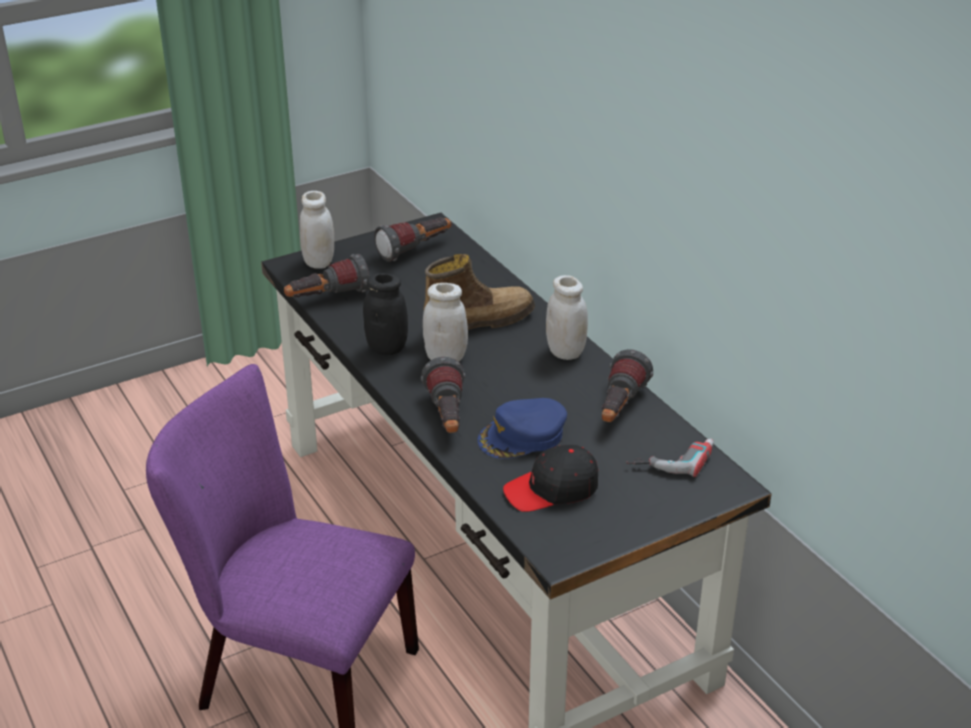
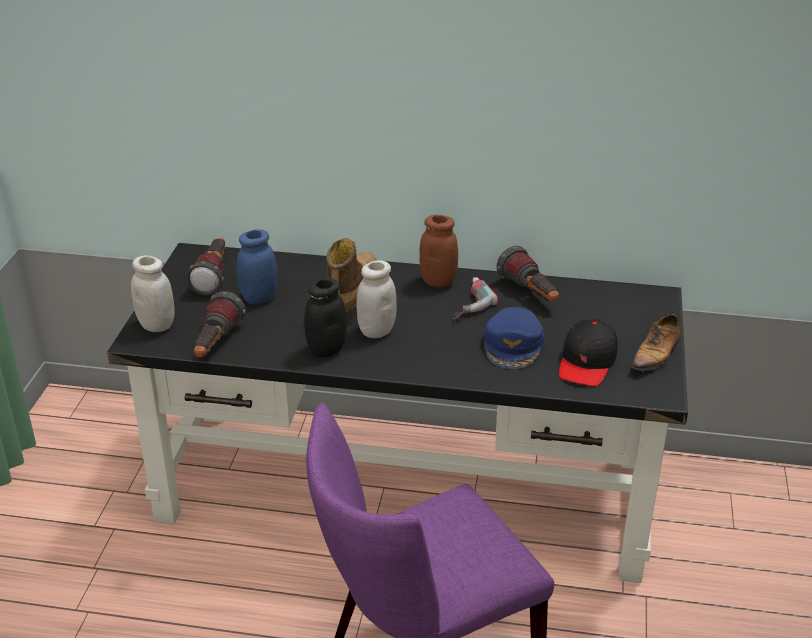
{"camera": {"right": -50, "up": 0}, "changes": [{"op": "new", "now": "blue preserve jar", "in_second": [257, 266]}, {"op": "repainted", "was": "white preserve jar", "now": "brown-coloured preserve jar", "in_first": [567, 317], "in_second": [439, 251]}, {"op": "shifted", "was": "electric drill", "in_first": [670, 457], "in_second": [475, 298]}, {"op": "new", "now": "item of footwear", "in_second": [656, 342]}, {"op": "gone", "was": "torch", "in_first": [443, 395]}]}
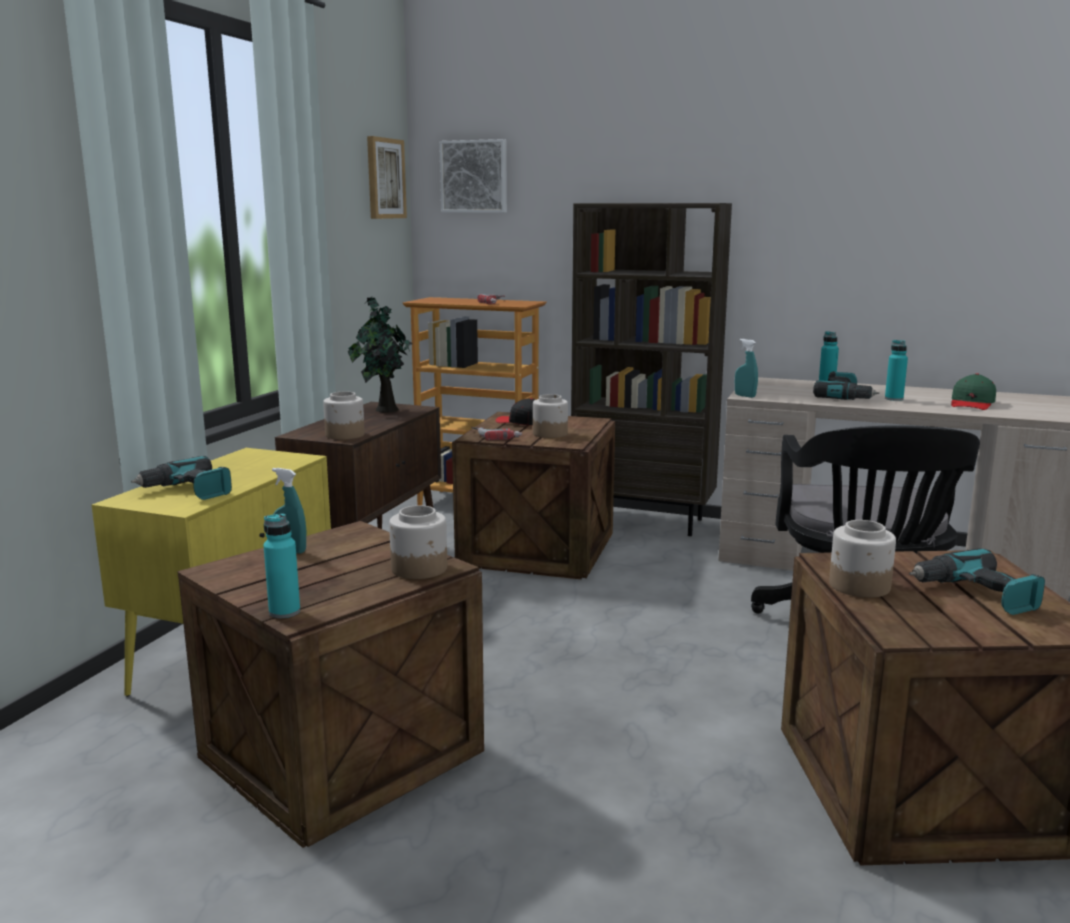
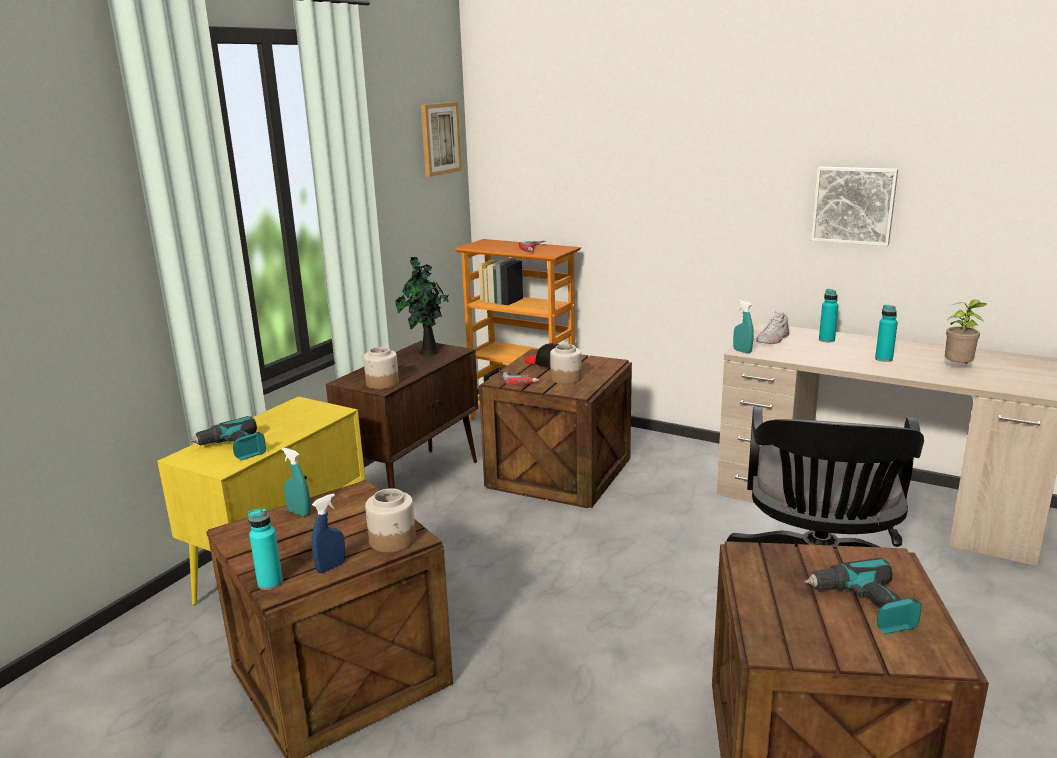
{"camera": {"right": 10, "up": 5}, "changes": [{"op": "new", "now": "blue spray bottle", "in_second": [328, 533]}, {"op": "new", "now": "white item of footwear", "in_second": [772, 328]}, {"op": "shifted", "was": "wall picture", "in_first": [473, 176], "in_second": [854, 206]}, {"op": "swapped", "was": "green-coloured baseball cap", "now": "houseplant", "in_first": [973, 391], "in_second": [966, 332]}, {"op": "gone", "was": "brown-coloured shelving unit", "in_first": [651, 369]}, {"op": "gone", "was": "electric drill", "in_first": [846, 385]}, {"op": "gone", "was": "preserve jar", "in_first": [862, 559]}]}
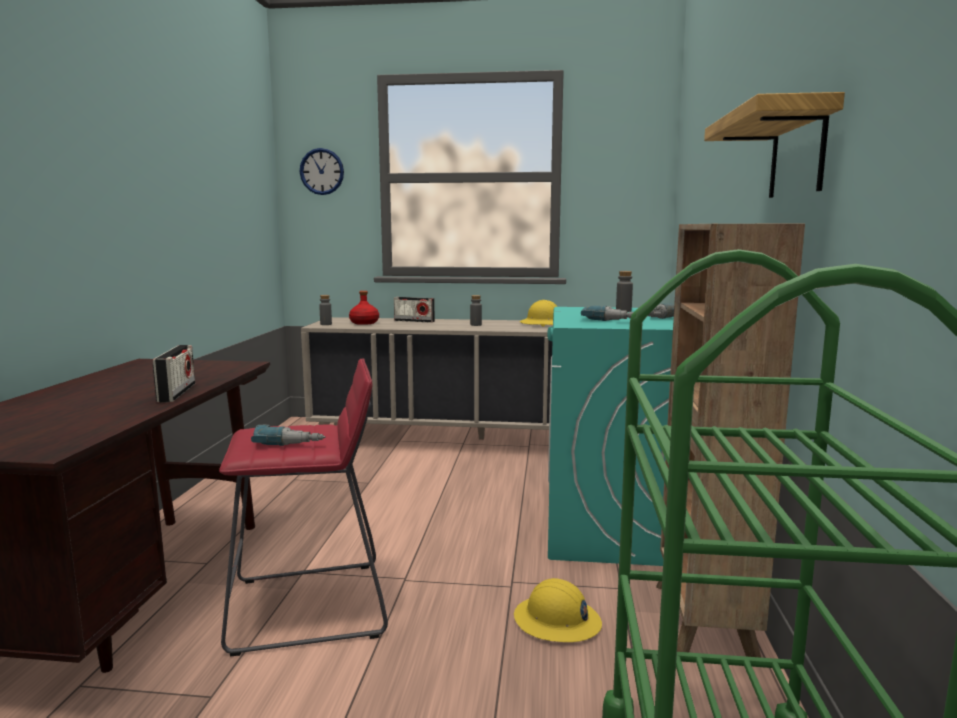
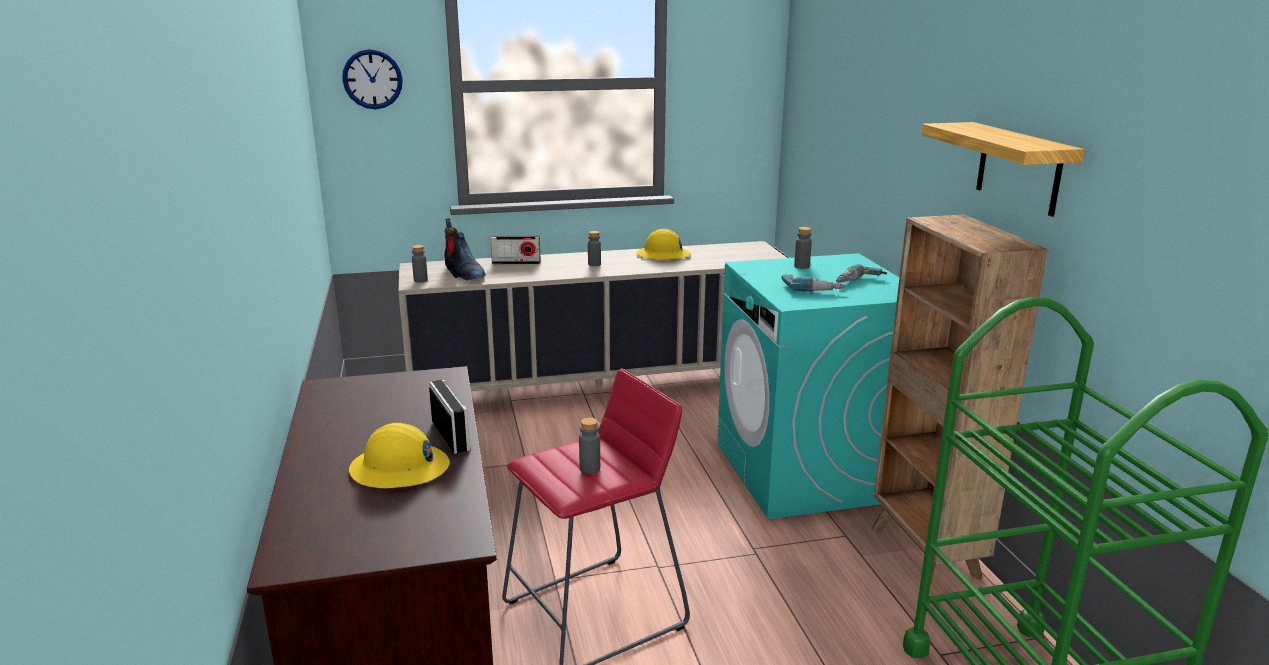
{"camera": {"right": -20, "up": 10}, "changes": [{"op": "shifted", "was": "yellow-coloured hard hat", "in_first": [558, 610], "in_second": [399, 455]}, {"op": "swapped", "was": "reddish bottle", "now": "tall boot", "in_first": [364, 308], "in_second": [465, 249]}, {"op": "swapped", "was": "electric drill", "now": "gray bottle", "in_first": [288, 435], "in_second": [589, 446]}]}
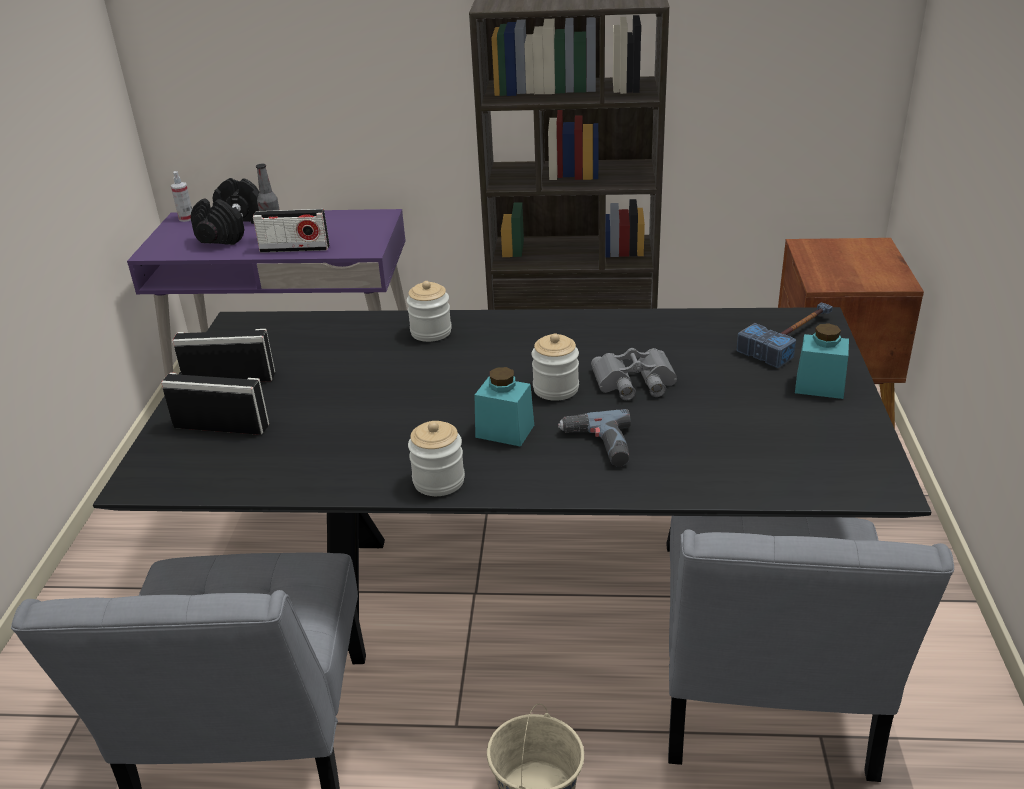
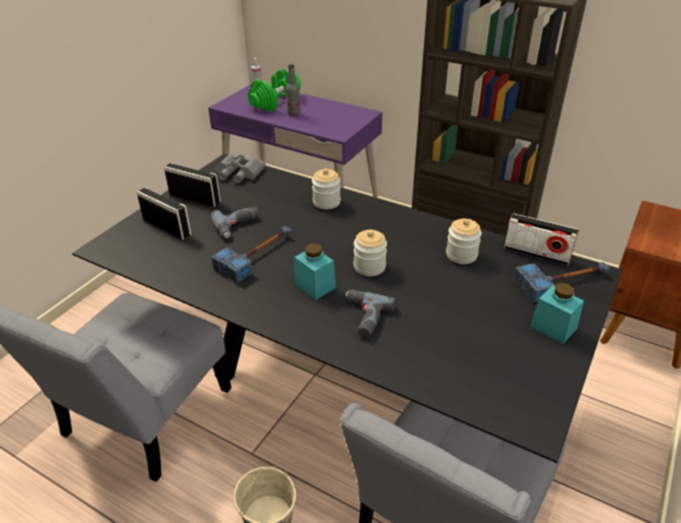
{"camera": {"right": 25, "up": 5}, "changes": [{"op": "new", "now": "electric drill", "in_second": [235, 222]}, {"op": "new", "now": "hand hammer", "in_second": [252, 254]}, {"op": "shifted", "was": "gray binoculars", "in_first": [634, 374], "in_second": [240, 168]}, {"op": "repainted", "was": "black-coloured dumbbell", "now": "green-coloured dumbbell", "in_first": [225, 211], "in_second": [274, 90]}, {"op": "shifted", "was": "preserve jar", "in_first": [436, 458], "in_second": [464, 241]}, {"op": "shifted", "was": "radio", "in_first": [291, 231], "in_second": [541, 239]}]}
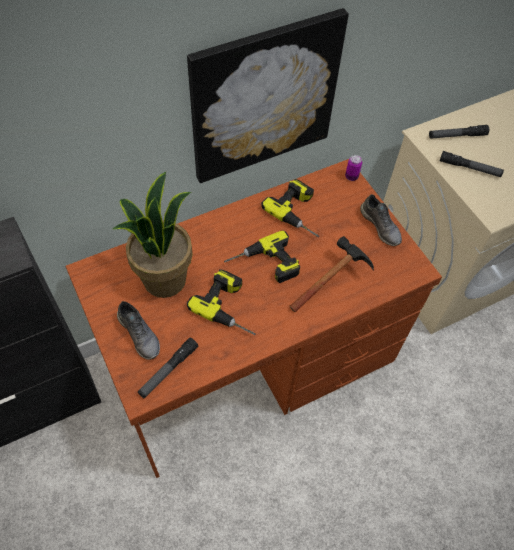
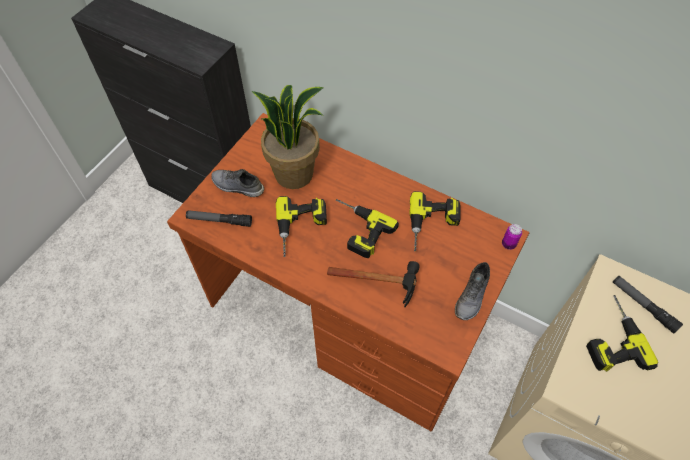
{"camera": {"right": 60, "up": 0}, "changes": [{"op": "rotated", "was": "gray item of footwear", "in_first": [138, 330], "in_second": [237, 183], "clockwise": 90}, {"op": "swapped", "was": "torch", "now": "electric drill", "in_first": [472, 164], "in_second": [622, 333]}, {"op": "gone", "was": "wall picture", "in_first": [268, 95]}]}
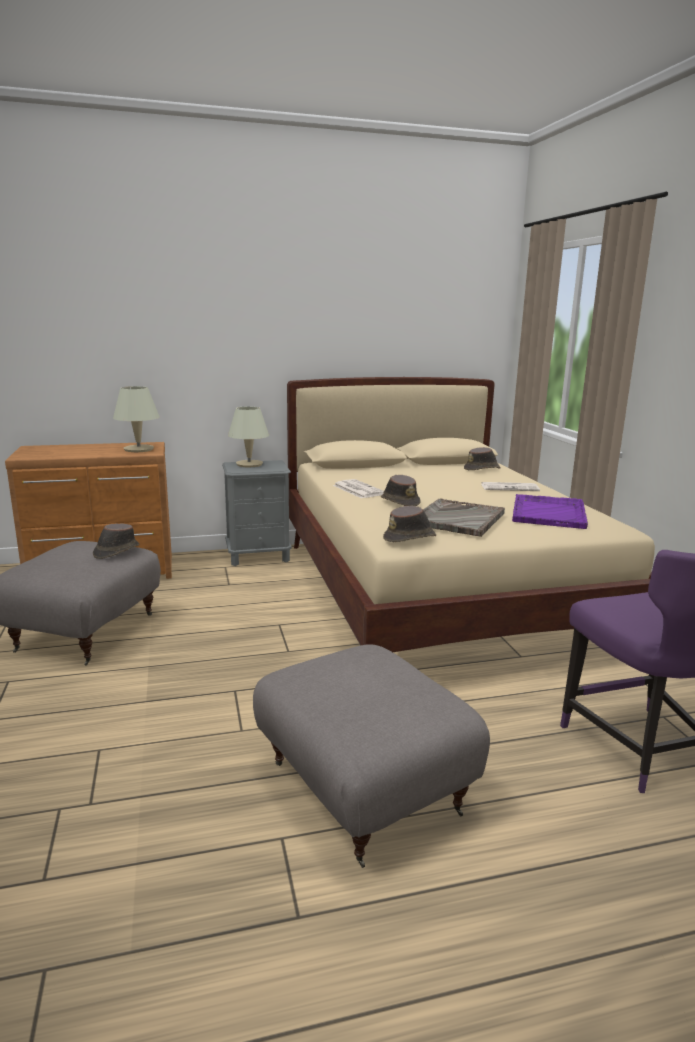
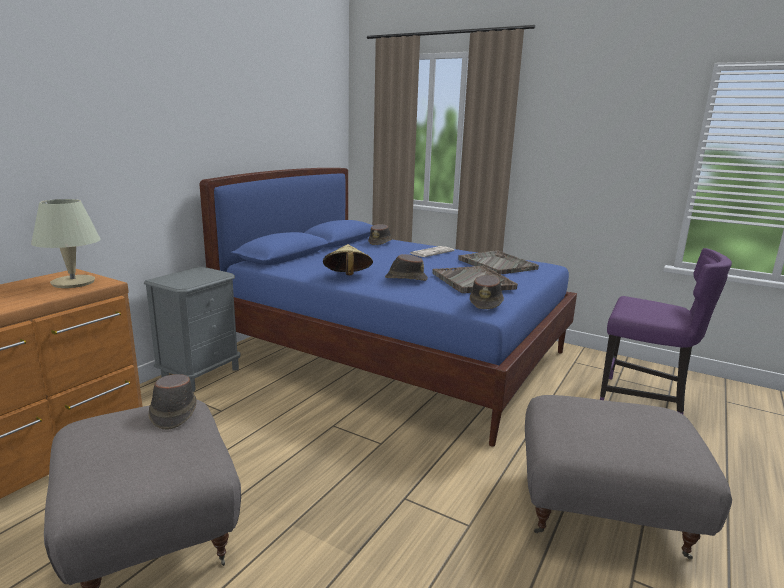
{"camera": {"right": -45, "up": 0}, "changes": [{"op": "repainted", "was": "beige bed", "now": "blue bed", "in_first": [471, 514], "in_second": [388, 307]}, {"op": "swapped", "was": "newspaper", "now": "beige wearable hat", "in_first": [358, 488], "in_second": [348, 259]}, {"op": "repainted", "was": "purplish serving tray", "now": "gray serving tray", "in_first": [550, 511], "in_second": [498, 262]}, {"op": "gone", "was": "beige tabletop lamp", "in_first": [248, 437]}]}
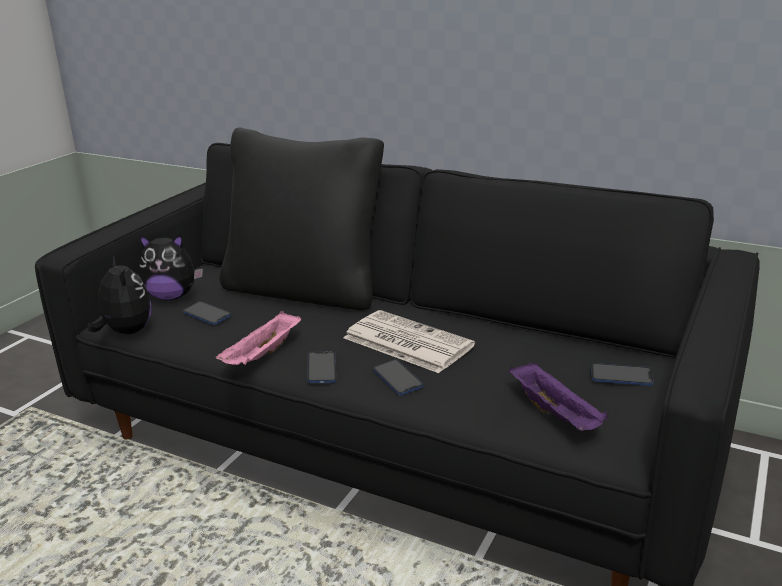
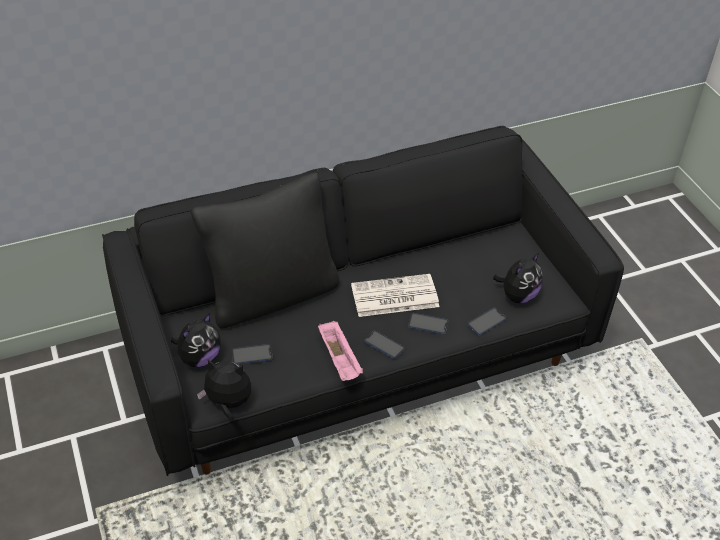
{"camera": {"right": -50, "up": 20}, "changes": [{"op": "shifted", "was": "phone", "in_first": [622, 374], "in_second": [487, 322]}, {"op": "swapped", "was": "purplish serving tray", "now": "plush toy", "in_first": [558, 397], "in_second": [518, 278]}]}
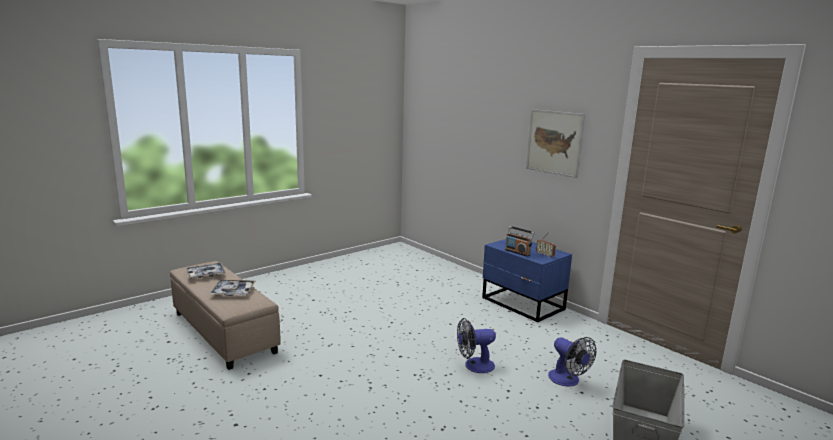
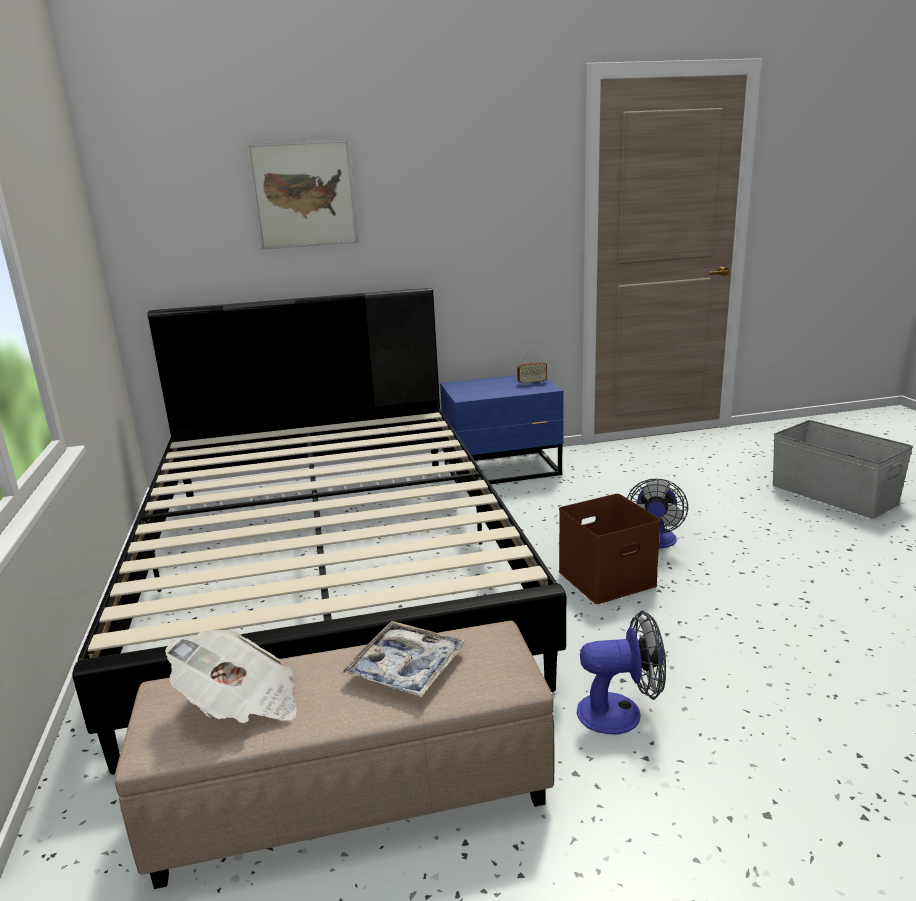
{"camera": {"right": -60, "up": 5}, "changes": [{"op": "new", "now": "black-coloured bed", "in_second": [319, 531]}, {"op": "swapped", "was": "serving tray", "now": "newspaper", "in_first": [205, 271], "in_second": [231, 676]}, {"op": "shifted", "was": "wall picture", "in_first": [555, 143], "in_second": [302, 194]}, {"op": "new", "now": "brown-coloured storage container", "in_second": [610, 549]}, {"op": "shifted", "was": "electric fan", "in_first": [572, 362], "in_second": [621, 673]}, {"op": "gone", "was": "radio", "in_first": [520, 241]}]}
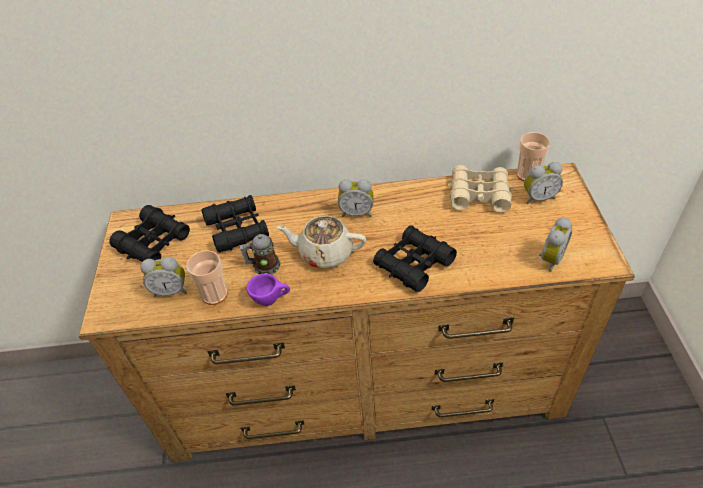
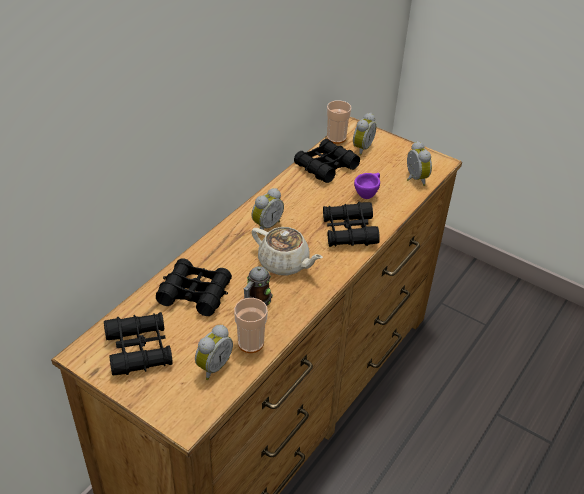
{"camera": {"right": -55, "up": -5}, "changes": [{"op": "rotated", "was": "beige teapot", "in_first": [321, 242], "in_second": [287, 251], "clockwise": -105}, {"op": "repainted", "was": "beige binoculars", "now": "black-coloured binoculars", "in_first": [480, 188], "in_second": [327, 161]}, {"op": "shifted", "was": "purplish small cup", "in_first": [268, 289], "in_second": [367, 186]}]}
